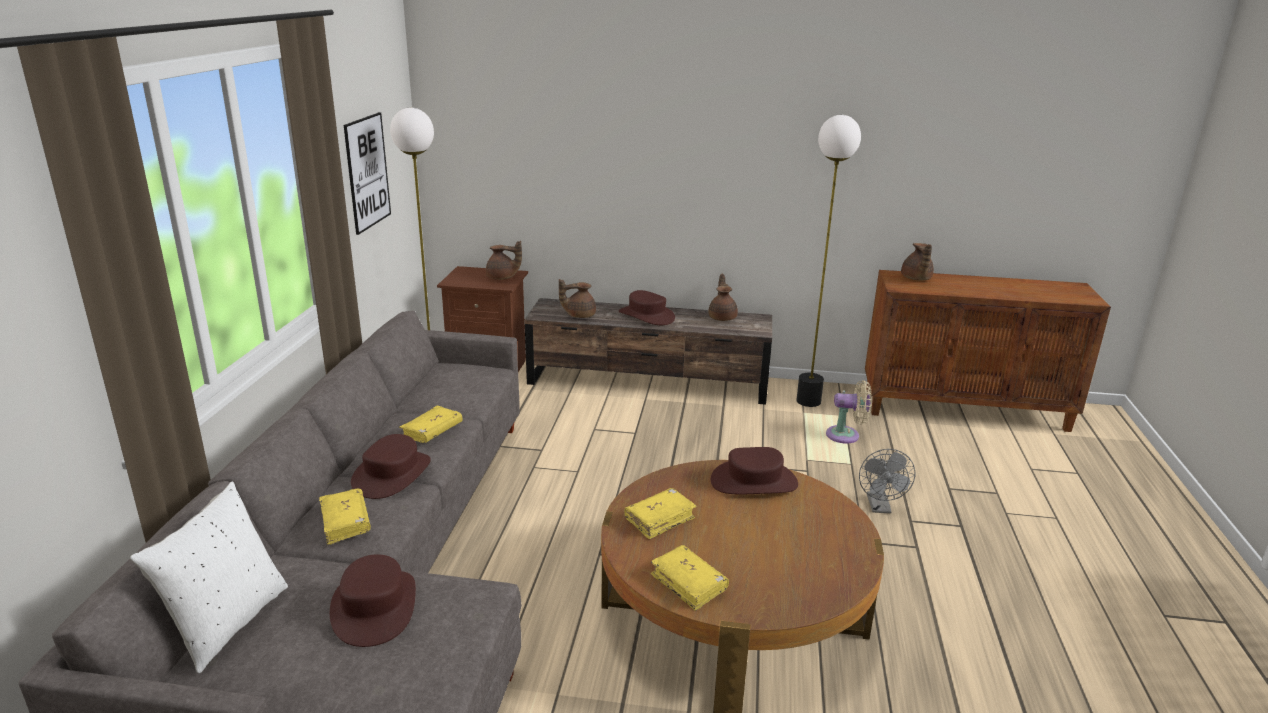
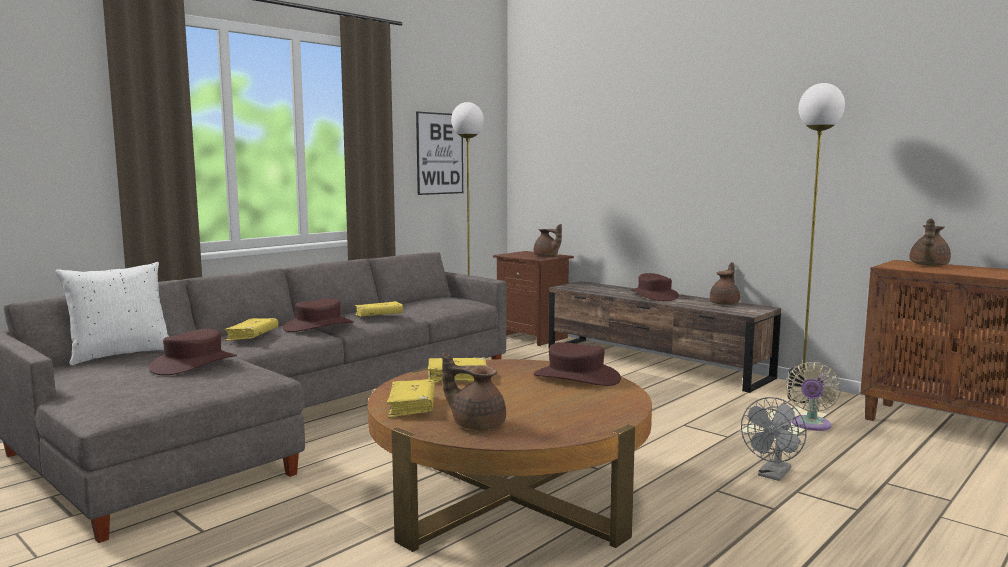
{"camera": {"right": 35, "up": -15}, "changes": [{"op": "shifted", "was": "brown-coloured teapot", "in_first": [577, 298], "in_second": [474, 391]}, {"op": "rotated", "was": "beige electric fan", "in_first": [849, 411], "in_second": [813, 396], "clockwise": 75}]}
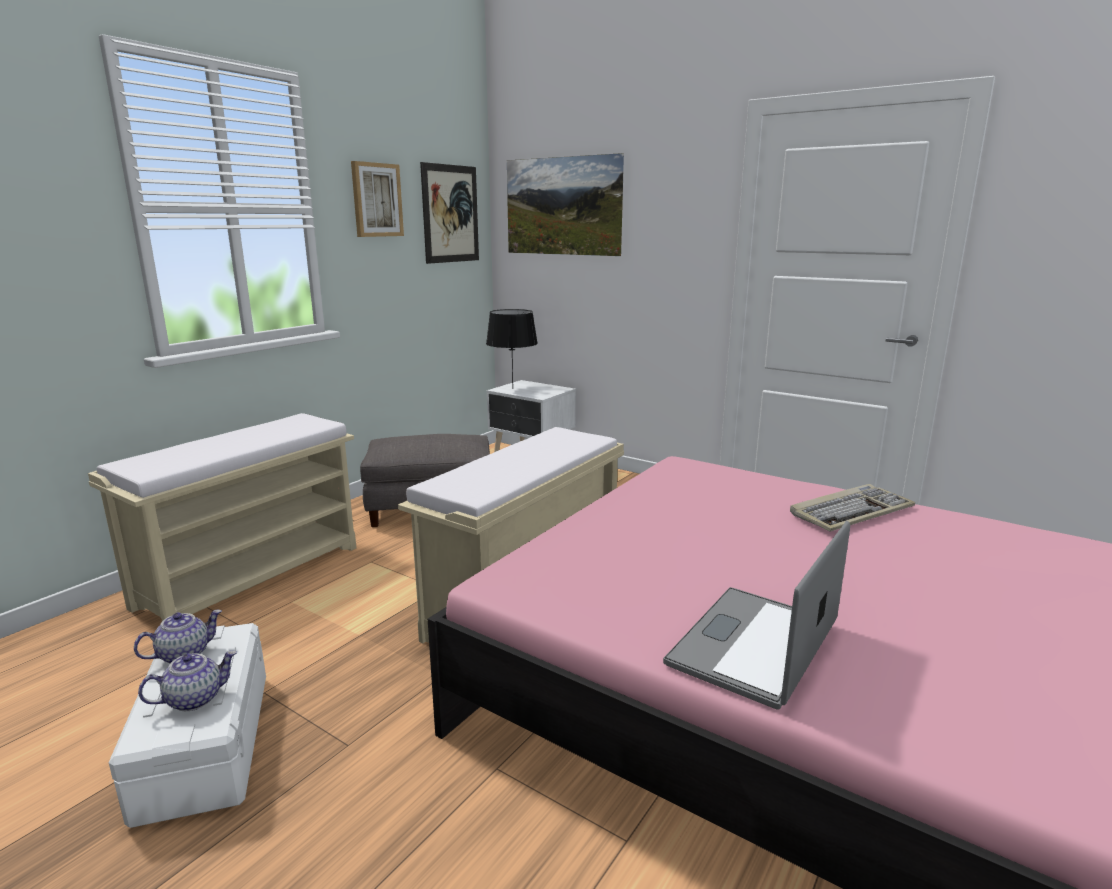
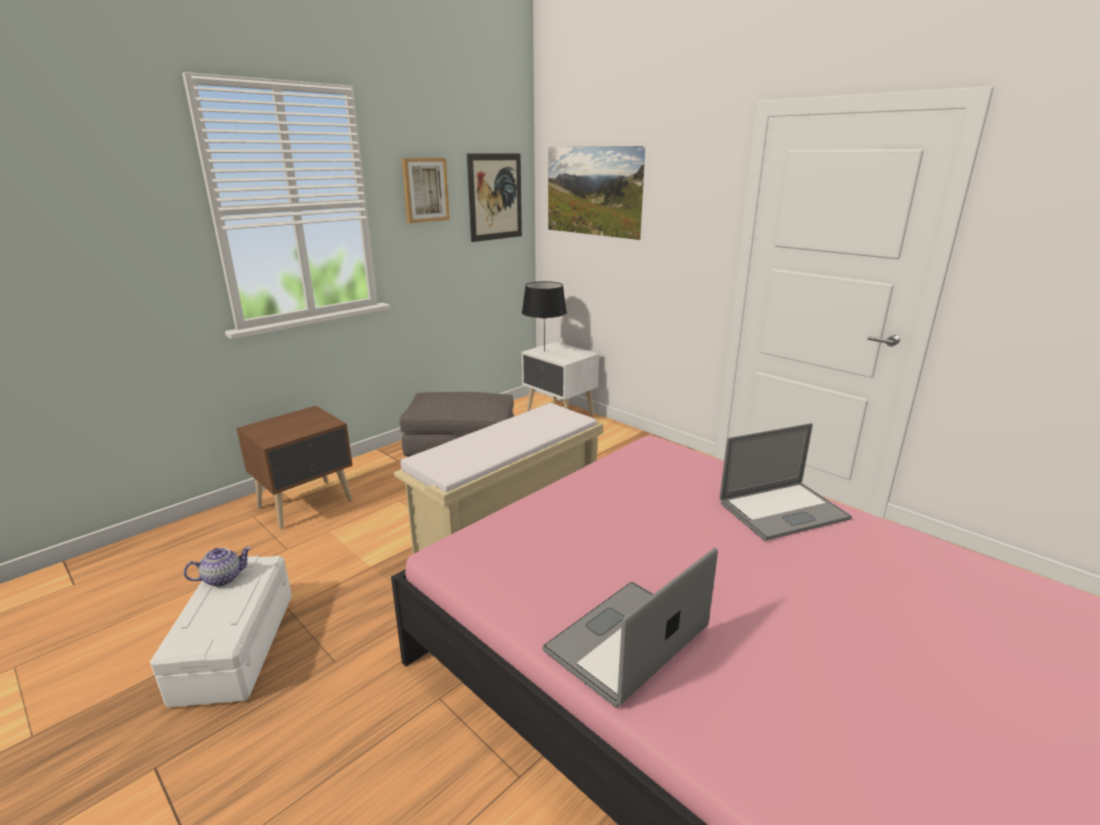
{"camera": {"right": 10, "up": 5}, "changes": [{"op": "swapped", "was": "beige indoor bench", "now": "brown-coloured night table", "in_first": [222, 517], "in_second": [294, 467]}, {"op": "swapped", "was": "computer keyboard", "now": "laptop", "in_first": [852, 508], "in_second": [786, 482]}, {"op": "gone", "was": "teapot", "in_first": [187, 680]}]}
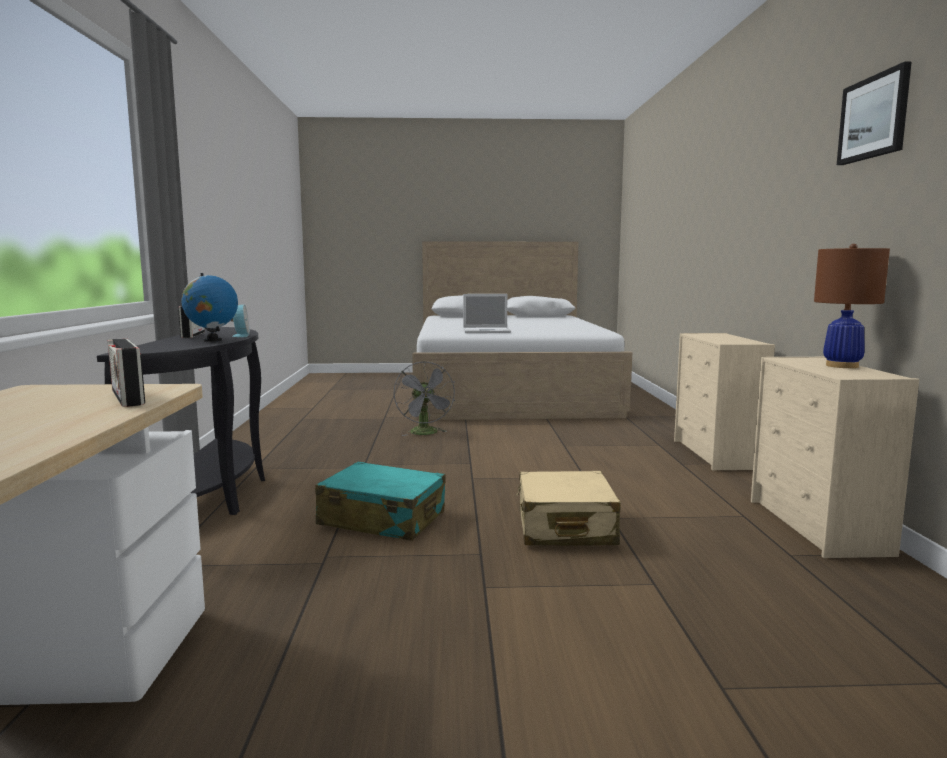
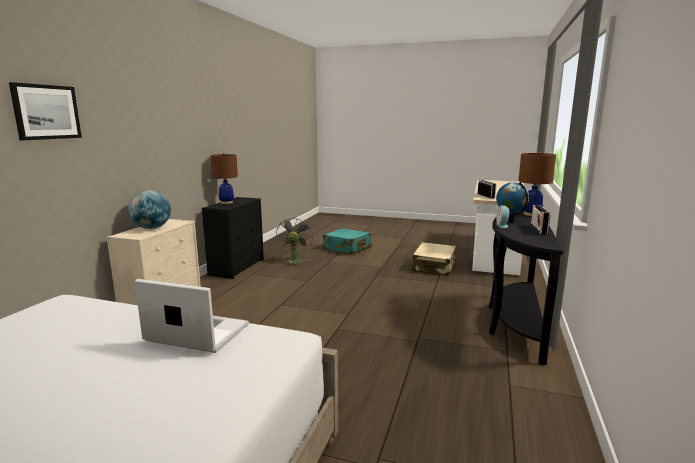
{"camera": {"right": -160, "up": 5}, "changes": [{"op": "shifted", "was": "wall picture", "in_first": [874, 113], "in_second": [45, 111]}, {"op": "new", "now": "desk globe", "in_second": [150, 209]}, {"op": "repainted", "was": "beige drawer chest", "now": "black-coloured drawer chest", "in_first": [835, 457], "in_second": [233, 238]}, {"op": "shifted", "was": "gray electric fan", "in_first": [424, 398], "in_second": [294, 241]}, {"op": "shifted", "was": "turquoise-coloured suitcase", "in_first": [380, 501], "in_second": [347, 241]}, {"op": "shifted", "was": "beige suitcase", "in_first": [568, 508], "in_second": [434, 259]}, {"op": "new", "now": "brown-coloured tabletop lamp", "in_second": [537, 183]}]}
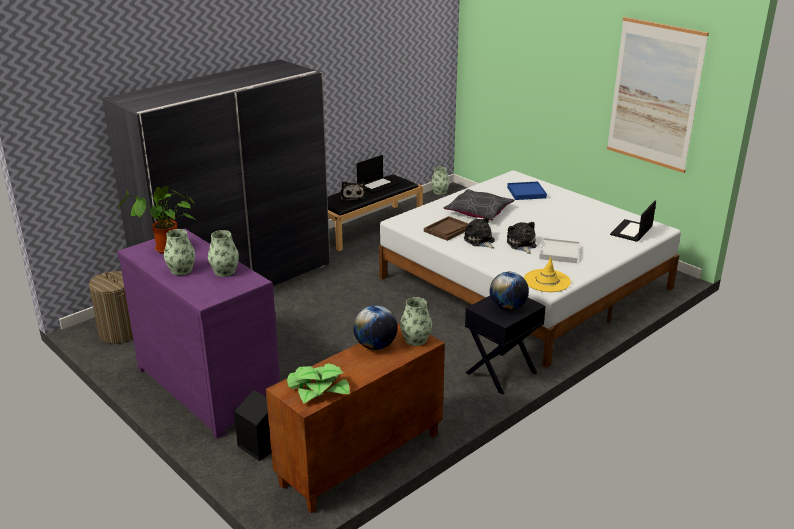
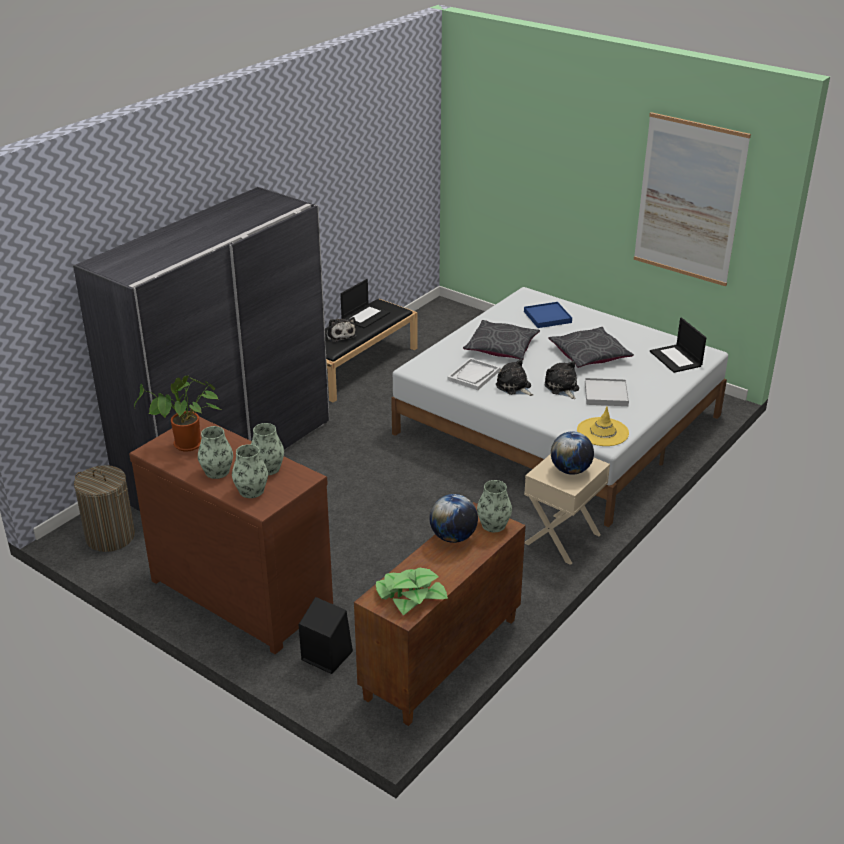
{"camera": {"right": -10, "up": 5}, "changes": [{"op": "repainted", "was": "purplish drawer chest", "now": "brown-coloured drawer chest", "in_first": [198, 334], "in_second": [231, 535]}, {"op": "shifted", "was": "flower vase", "in_first": [440, 181], "in_second": [250, 471]}, {"op": "repainted", "was": "brown-coloured serving tray", "now": "white serving tray", "in_first": [446, 228], "in_second": [474, 374]}, {"op": "repainted", "was": "black-coloured night table", "now": "beige night table", "in_first": [505, 345], "in_second": [567, 509]}, {"op": "new", "now": "gray cushion", "in_second": [591, 347]}, {"op": "rotated", "was": "laptop", "in_first": [633, 221], "in_second": [678, 345], "clockwise": -45}]}
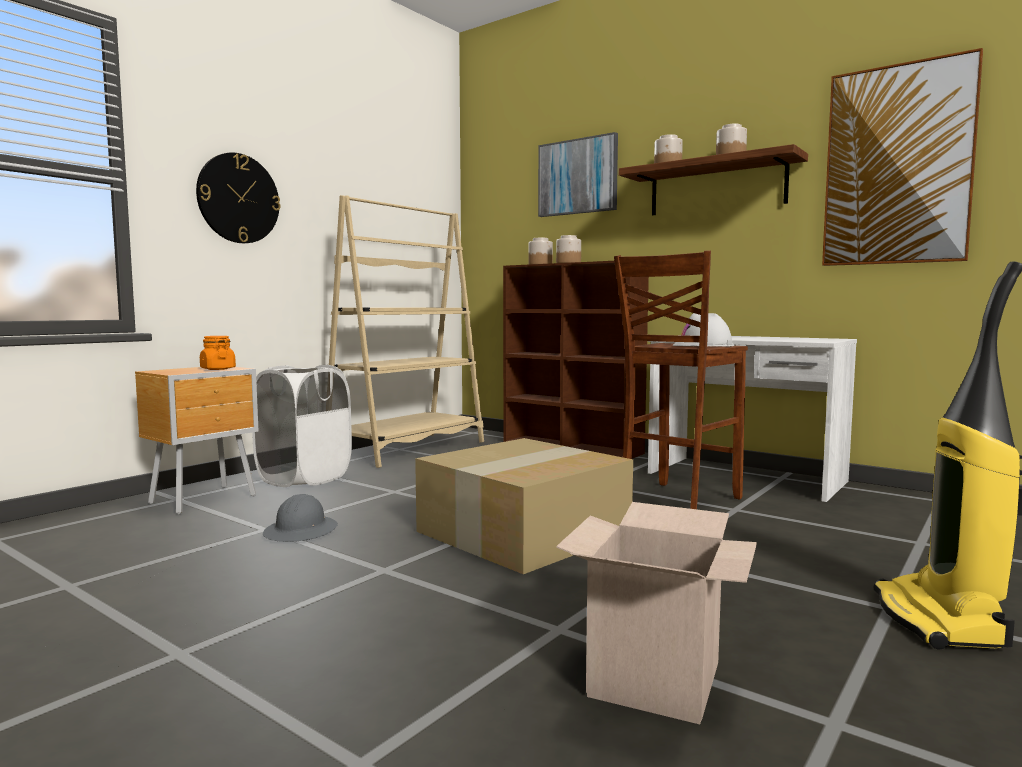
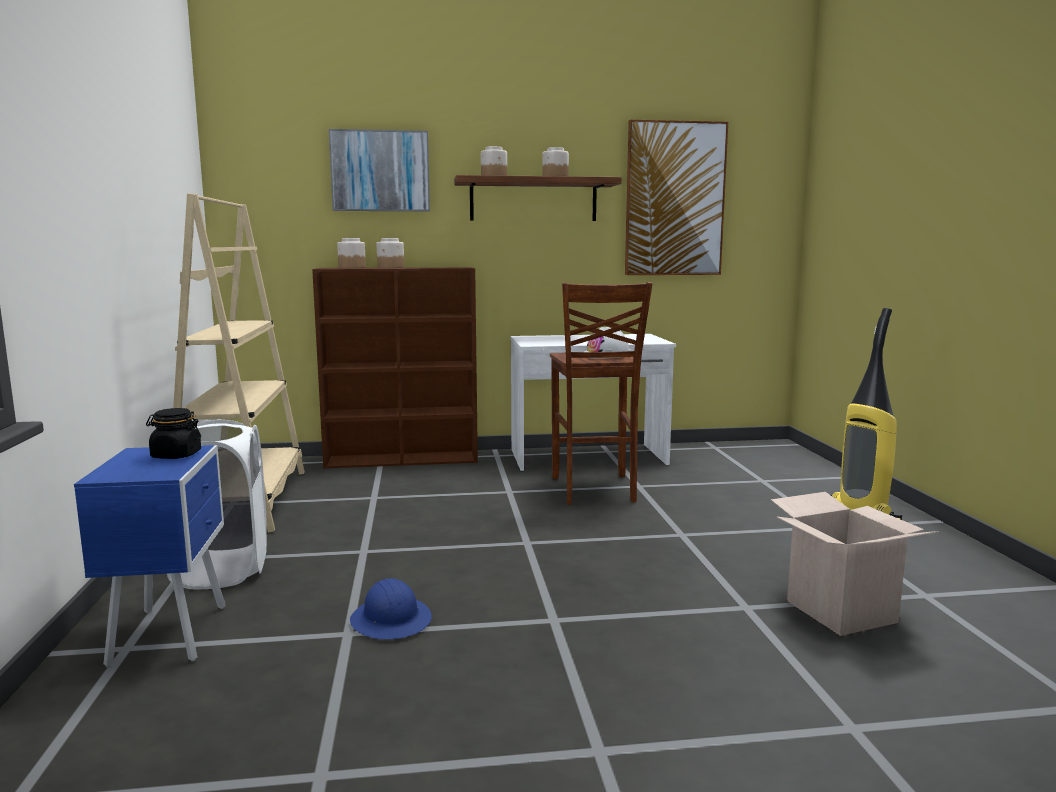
{"camera": {"right": -45, "up": 5}, "changes": [{"op": "repainted", "was": "brown-coloured night table", "now": "blue night table", "in_first": [197, 441], "in_second": [150, 556]}, {"op": "repainted", "was": "orangey preserve jar", "now": "black-coloured preserve jar", "in_first": [218, 353], "in_second": [173, 433]}, {"op": "repainted", "was": "gray hard hat", "now": "blue hard hat", "in_first": [300, 518], "in_second": [391, 608]}, {"op": "gone", "was": "hanging clock", "in_first": [238, 197]}, {"op": "gone", "was": "packing box", "in_first": [524, 506]}]}
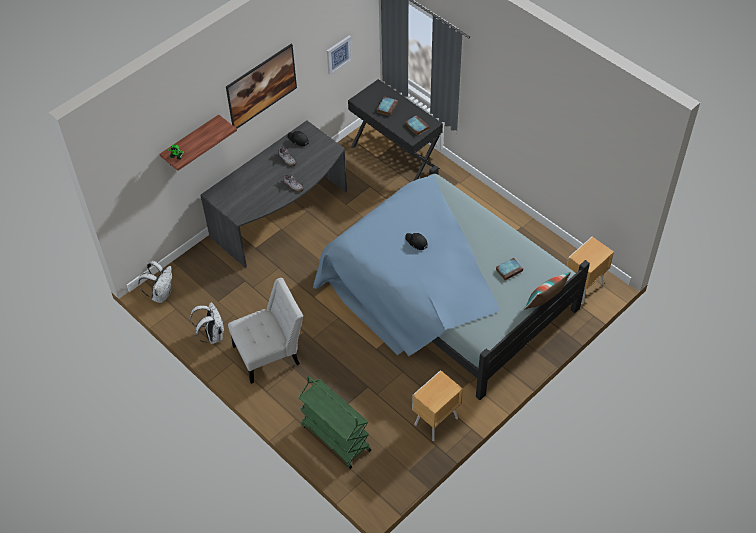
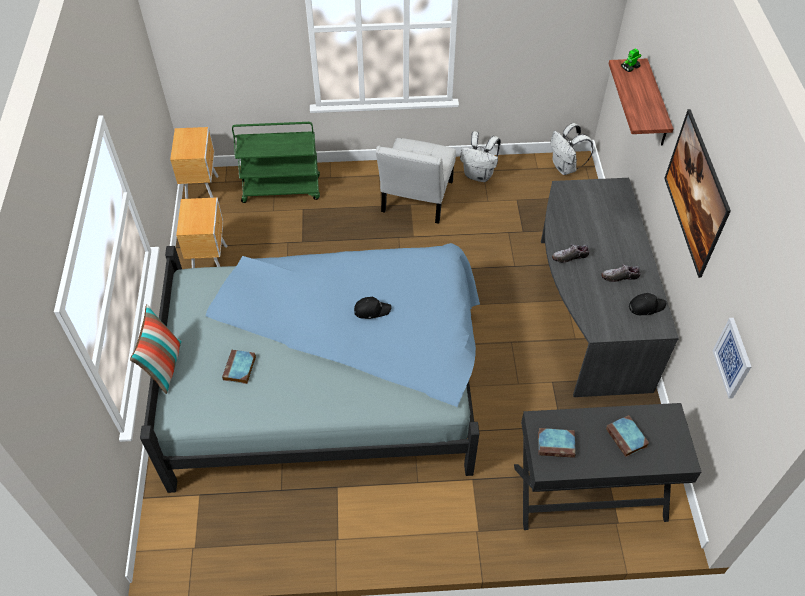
{"camera": {"right": 130, "up": 0}, "changes": [{"op": "shifted", "was": "brown-coloured night table", "in_first": [590, 270], "in_second": [194, 163]}]}
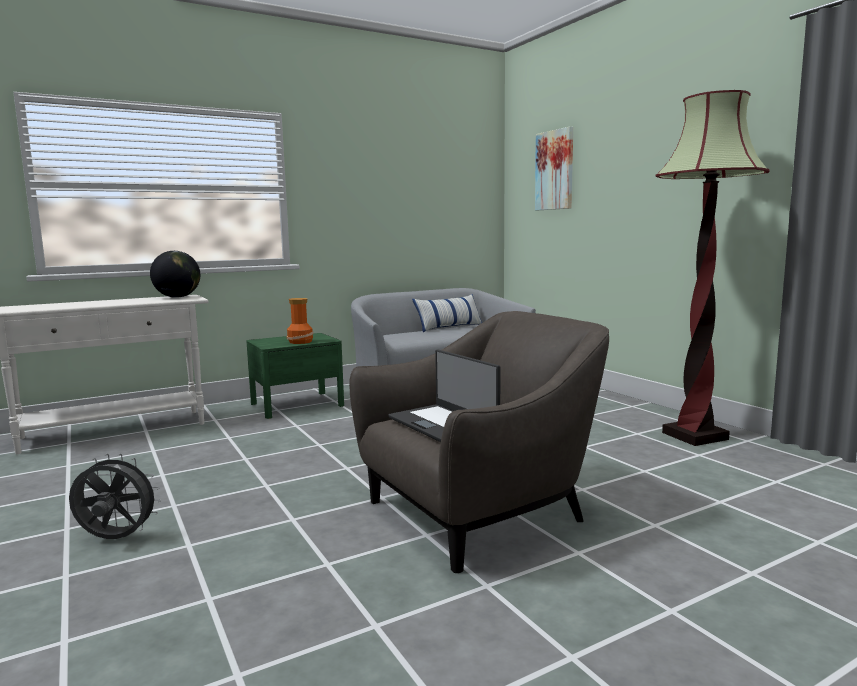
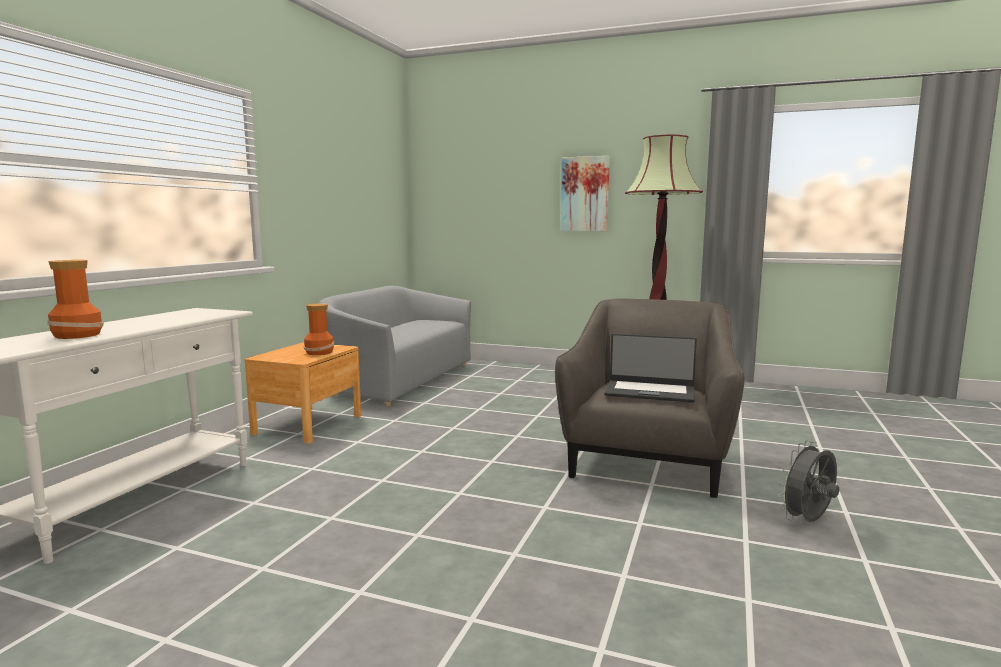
{"camera": {"right": -40, "up": 0}, "changes": [{"op": "new", "now": "flower vase", "in_second": [75, 299]}, {"op": "repainted", "was": "green-coloured night table", "now": "brown-coloured night table", "in_first": [295, 376], "in_second": [303, 392]}, {"op": "shifted", "was": "wall picture", "in_first": [554, 168], "in_second": [585, 193]}, {"op": "shifted", "was": "gray electric fan", "in_first": [115, 496], "in_second": [808, 481]}, {"op": "gone", "was": "desk globe", "in_first": [175, 274]}, {"op": "gone", "was": "cushion", "in_first": [447, 313]}]}
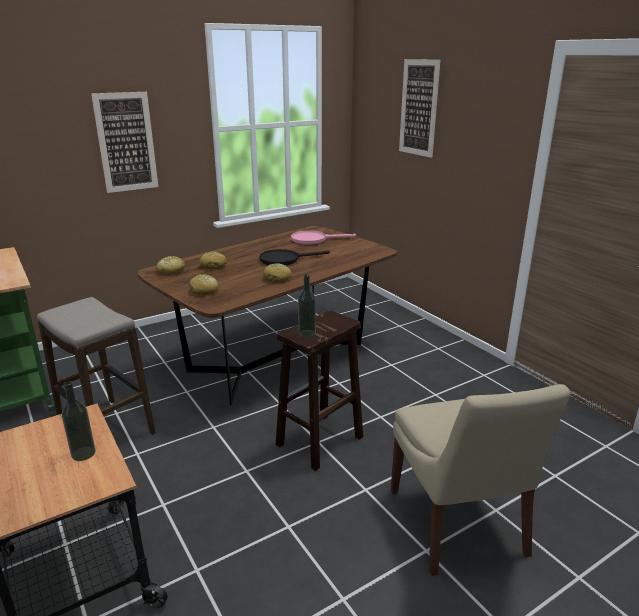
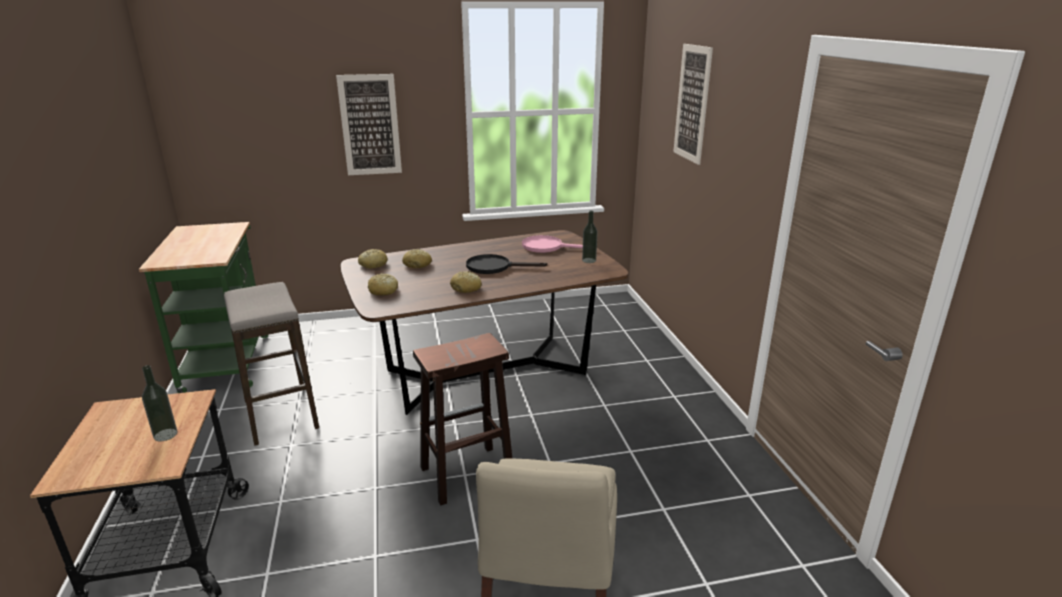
{"camera": {"right": 20, "up": 0}, "changes": [{"op": "shifted", "was": "bottle", "in_first": [307, 306], "in_second": [589, 237]}]}
